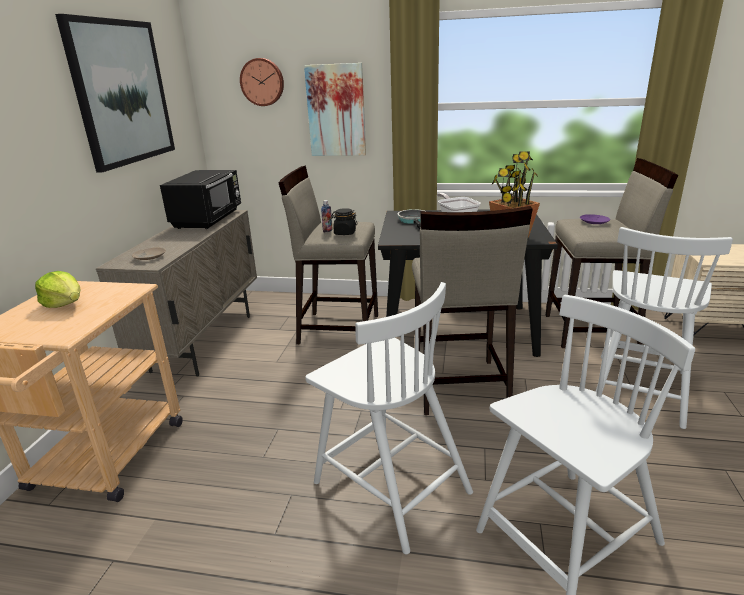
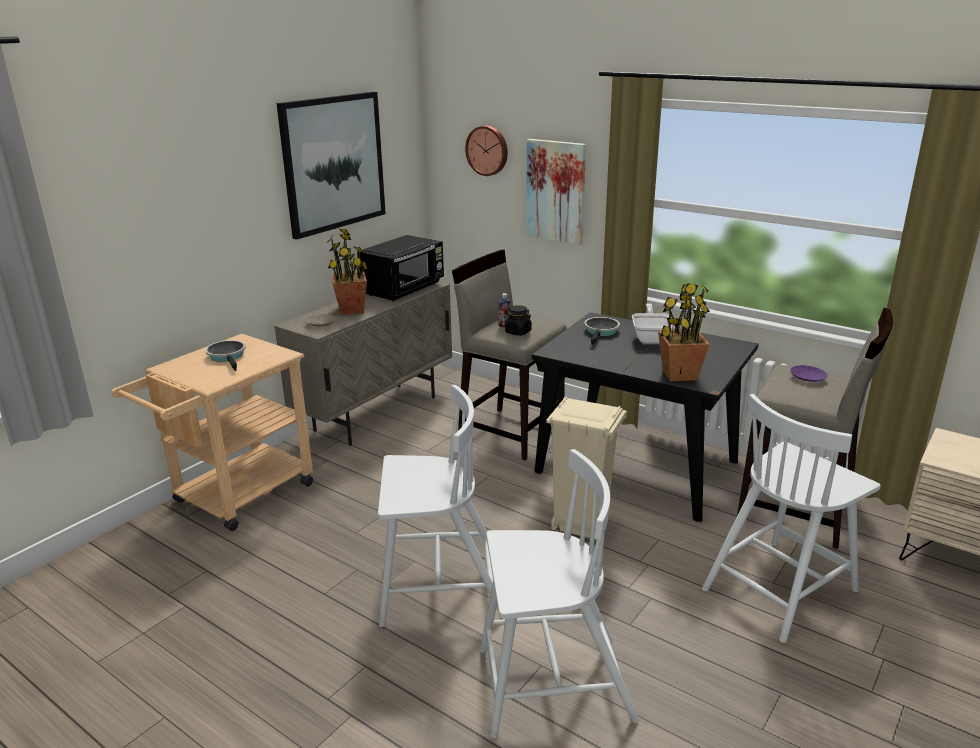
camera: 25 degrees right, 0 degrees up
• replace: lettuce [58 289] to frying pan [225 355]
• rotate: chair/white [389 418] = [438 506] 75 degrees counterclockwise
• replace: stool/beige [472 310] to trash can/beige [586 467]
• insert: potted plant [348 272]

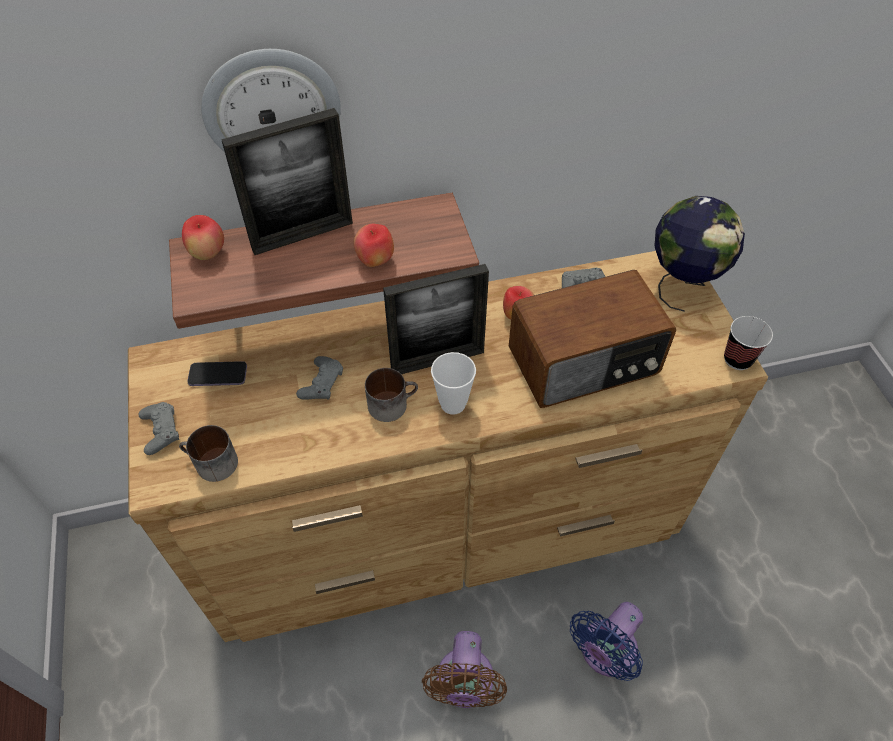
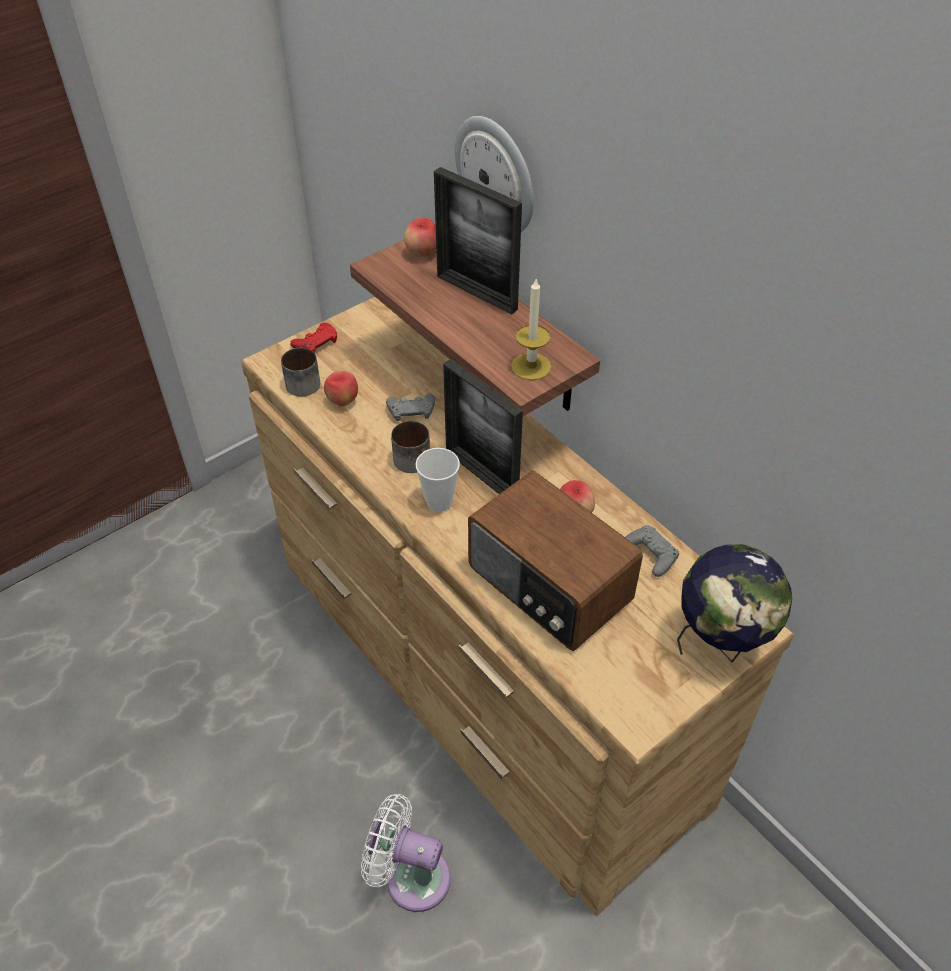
camera: 65 degrees right, 5 degrees down
• recolor: game controller/grey [158 428] to game controller/red [313 337]
• delete: phone [217 373]
• move: apple [374 245] to [341 388]
• delete: fan/brown [464 669]
• recolor: fan/blue [606 641] to fan/white [406 853]
• delete: cup [748 343]
• insert: candle [531 329]

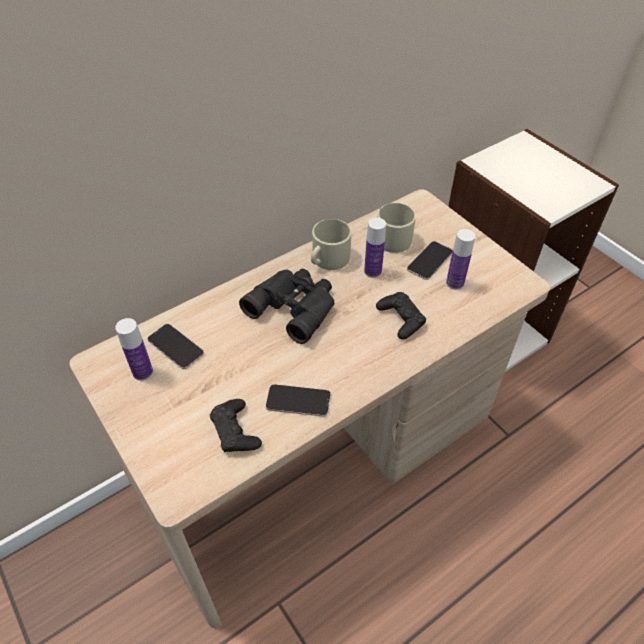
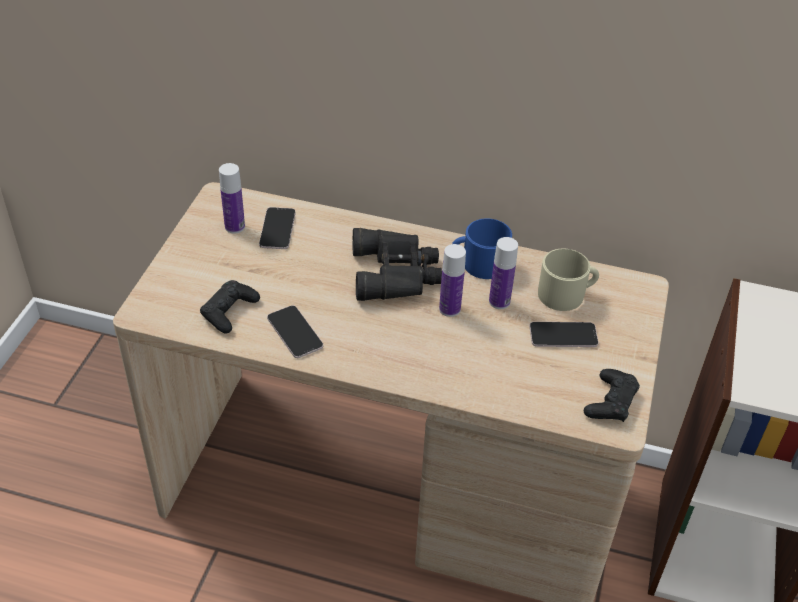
camera: 50 degrees right, 5 degrees down
• recolor: mug/beige [331 244] to mug/blue [482 248]
• move: game controller/black [401 316] to [612 395]
• move: bottle [460 259] to [452 280]

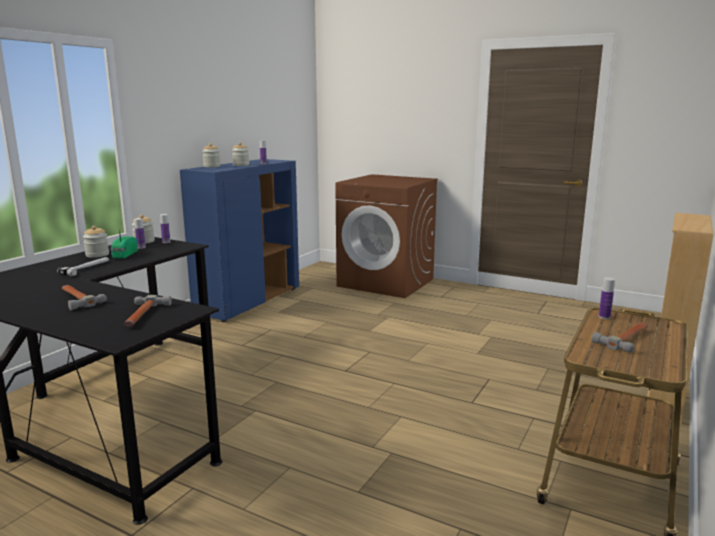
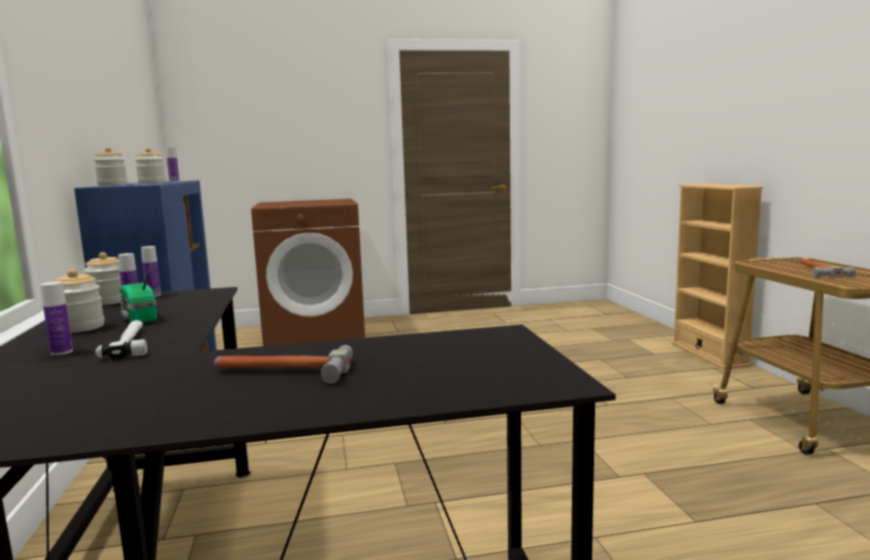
camera: 40 degrees left, 5 degrees down
• delete: hammer [148 311]
• move: bottle [607 298] to [56 318]

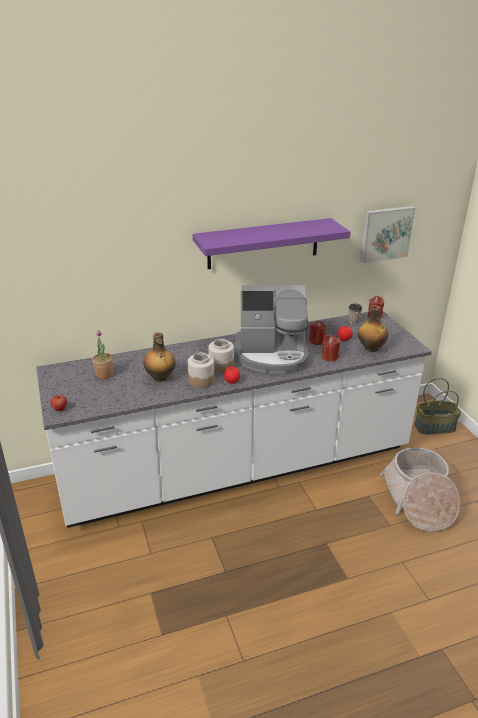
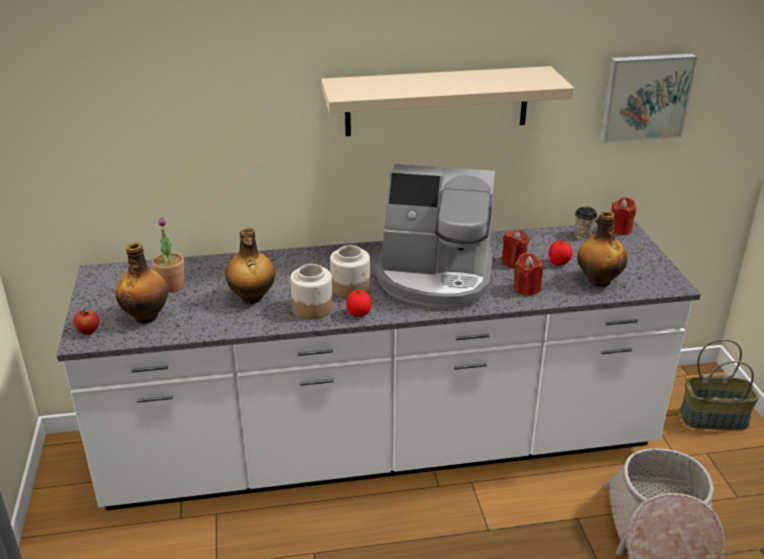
camera: 10 degrees right, 0 degrees up
• recolor: shelf/purple [272 243] to shelf/beige [447 101]
• insert: bottle [142 283]

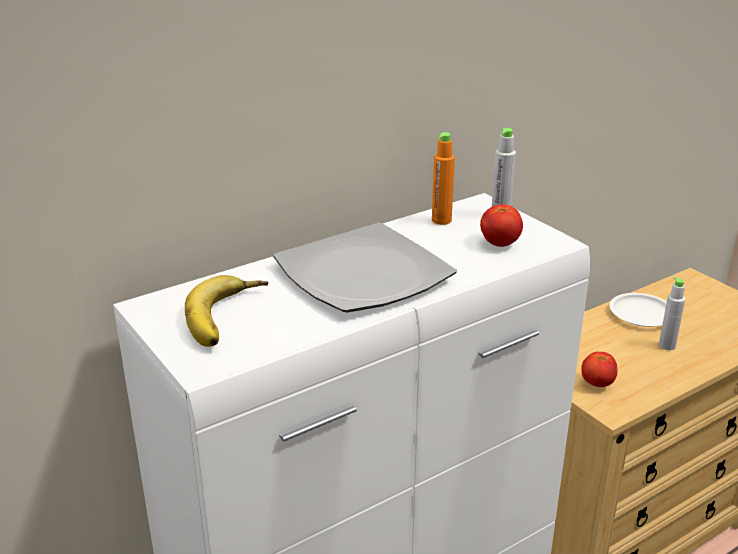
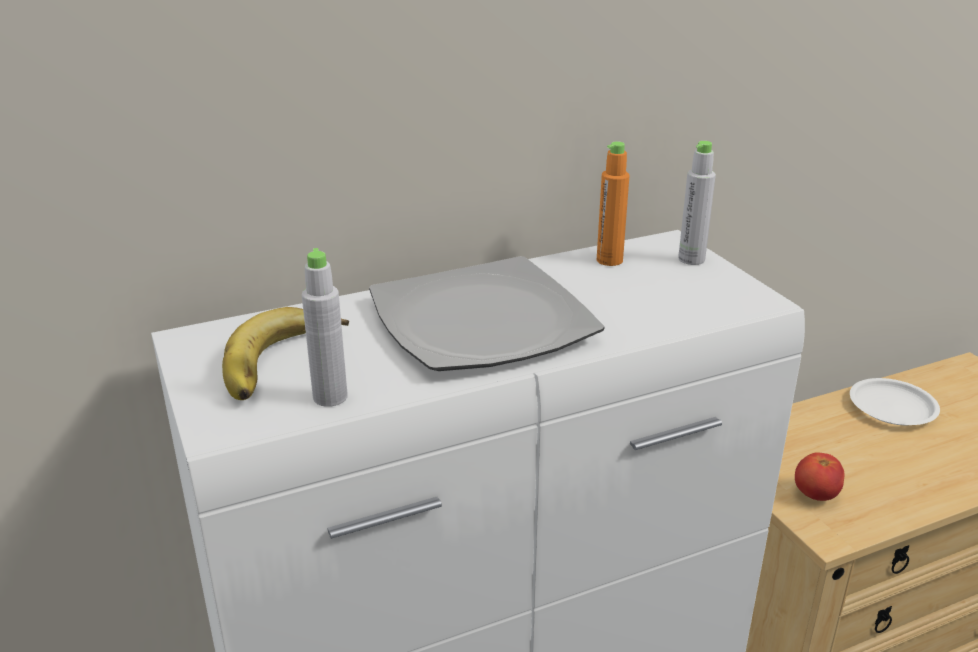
camera: 10 degrees right, 0 degrees up
• delete: tomato [501 225]
• move: bottle/grey [672 313] to [325 327]

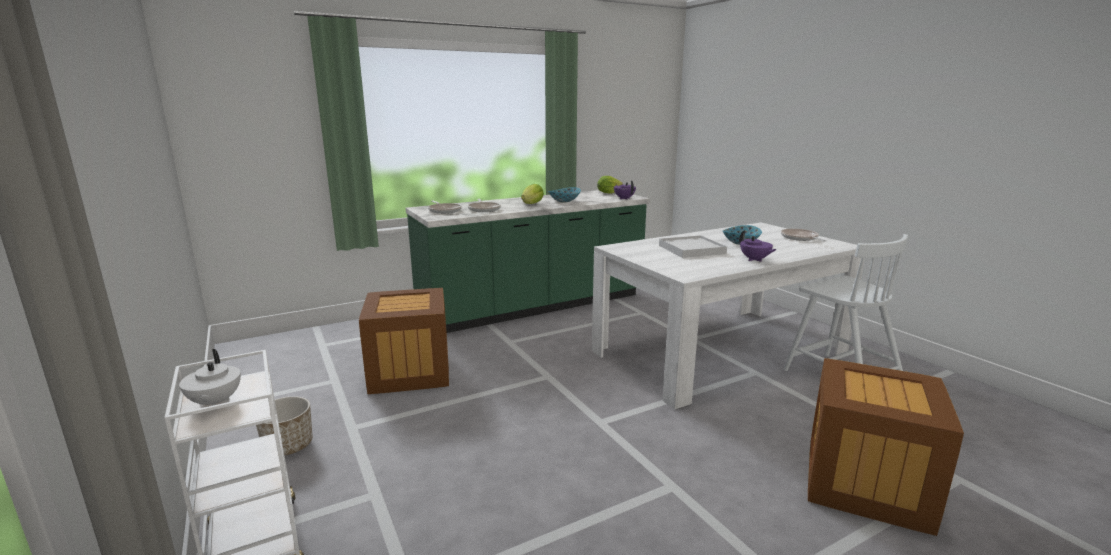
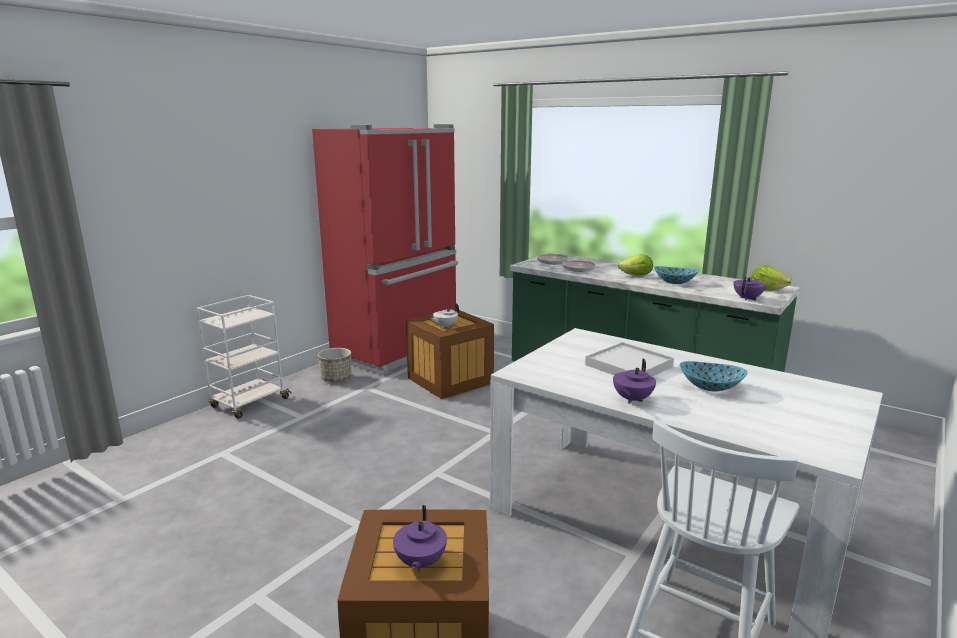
camera: 65 degrees right, 0 degrees up
• move: teapot/white [210 377] to [445 315]
• delete: frying pan [804 235]
• insert: fridge/red [385 250]
• insert: teapot/purple [420 538]

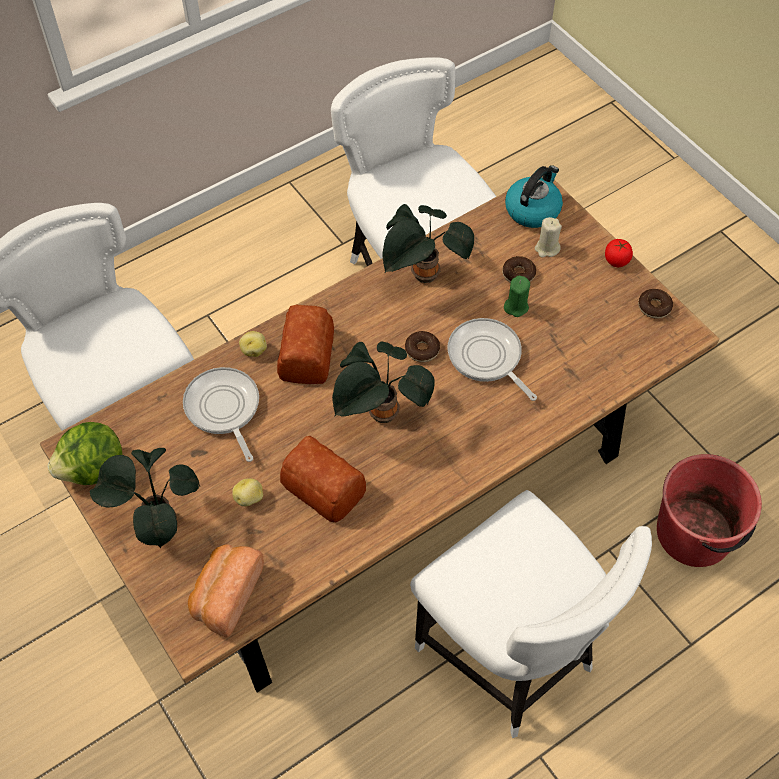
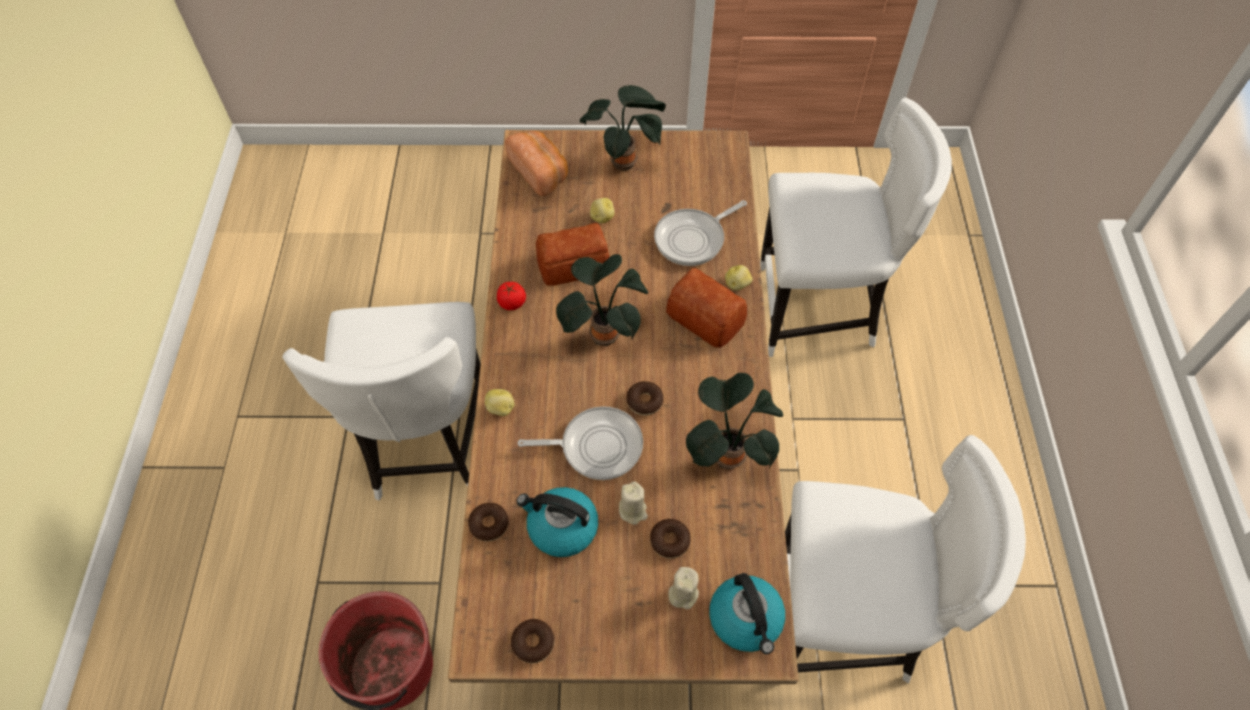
camera: 125 degrees right, 0 degrees up
• delete: lettuce [85 453]
• rotate: frying pan [221 414] = [700 233] 135 degrees clockwise
• rotate: chair/white [531 614] = [381 401] 90 degrees counterclockwise
• recolor: candle/green [517 296] to candle/beige [633 503]
• move: tomato [619 253] to [511 296]
• insert: donut [488 522]
• insert: potato [500 402]
• insert: kettle [557 522]

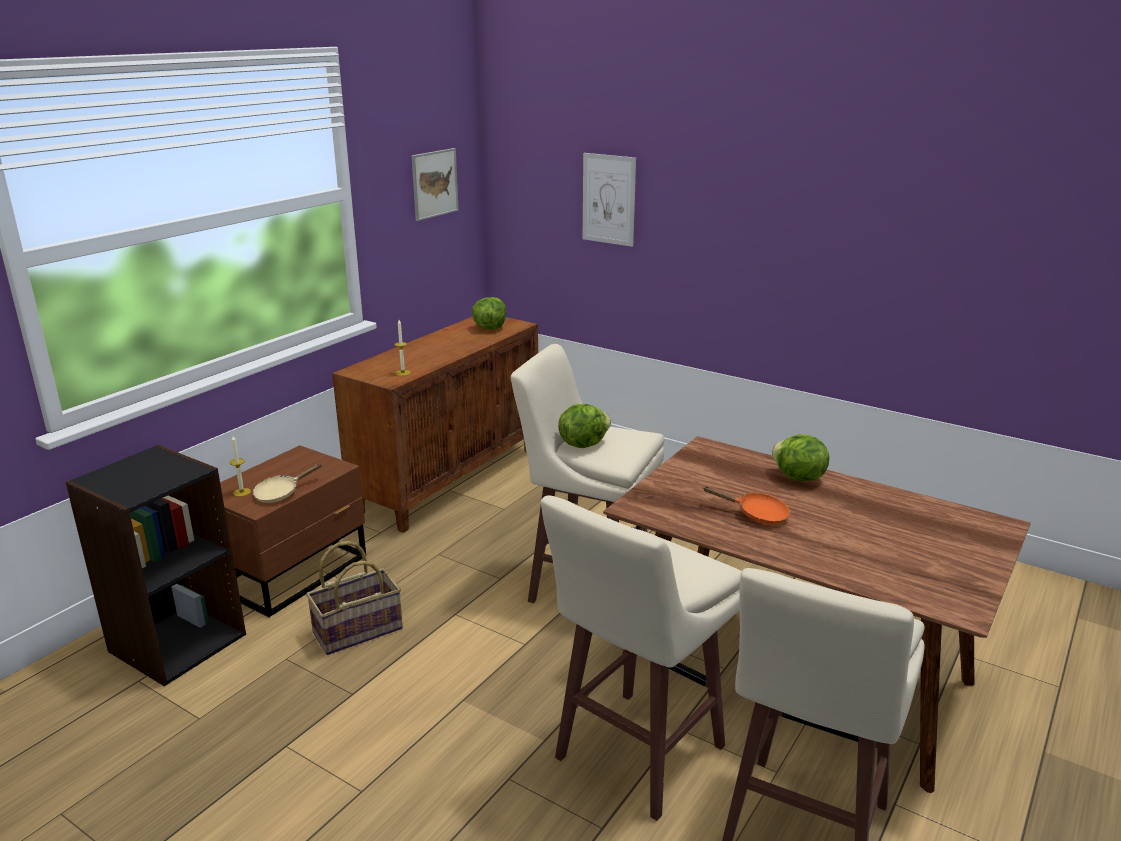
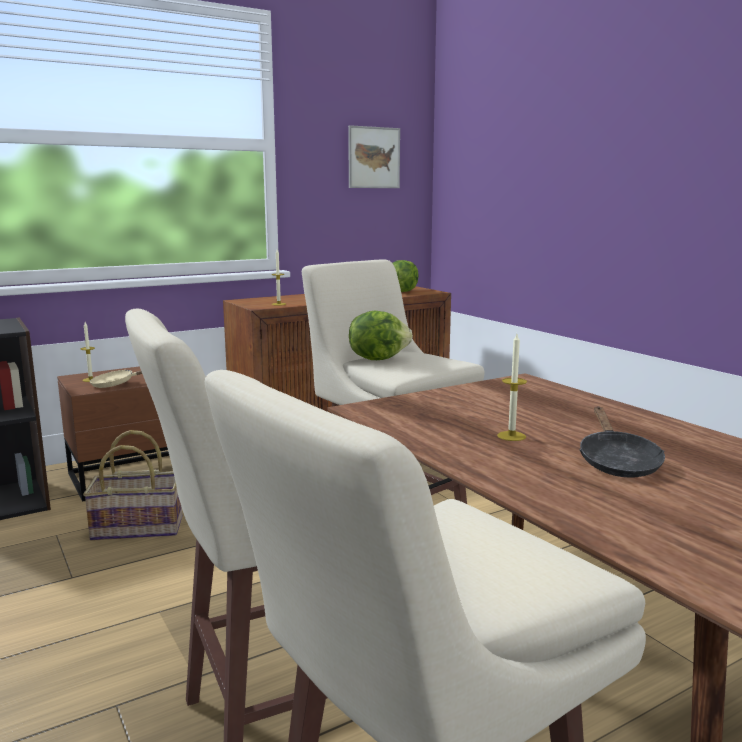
camera: 25 degrees right, 10 degrees down
• delete: picture [609 200]
• replace: frying pan/orange [747 505] to candle [512 387]
• delete: lettuce [800 457]
• insert: frying pan/black [622 442]

